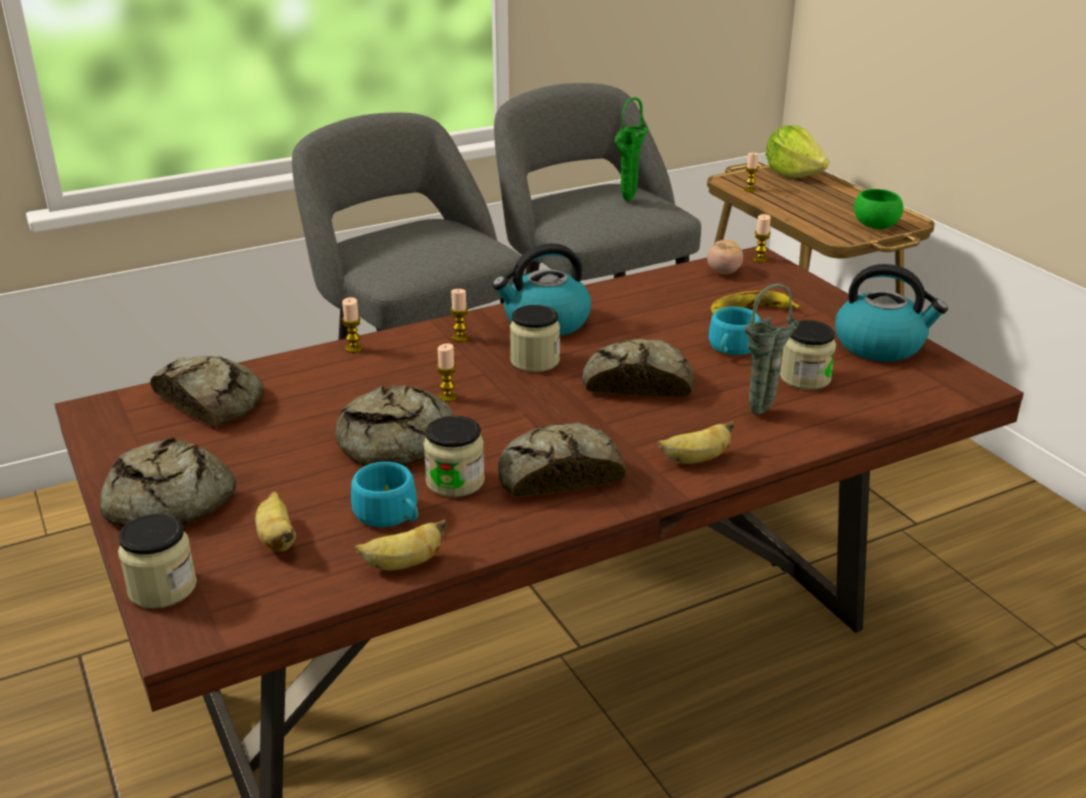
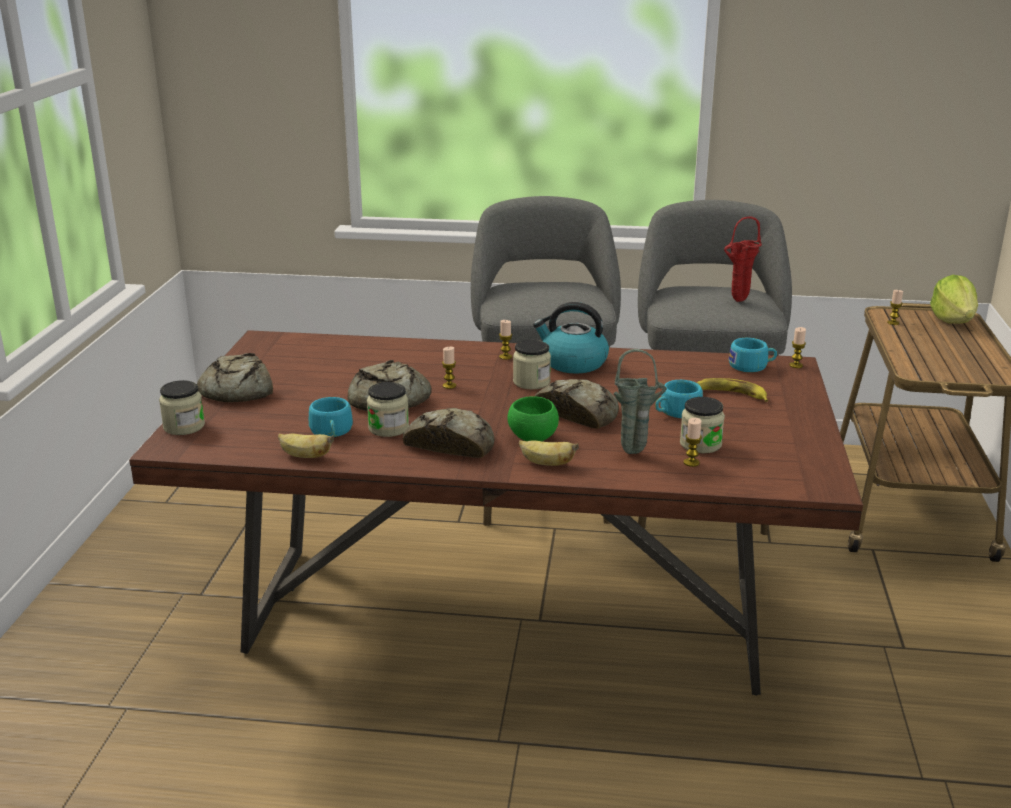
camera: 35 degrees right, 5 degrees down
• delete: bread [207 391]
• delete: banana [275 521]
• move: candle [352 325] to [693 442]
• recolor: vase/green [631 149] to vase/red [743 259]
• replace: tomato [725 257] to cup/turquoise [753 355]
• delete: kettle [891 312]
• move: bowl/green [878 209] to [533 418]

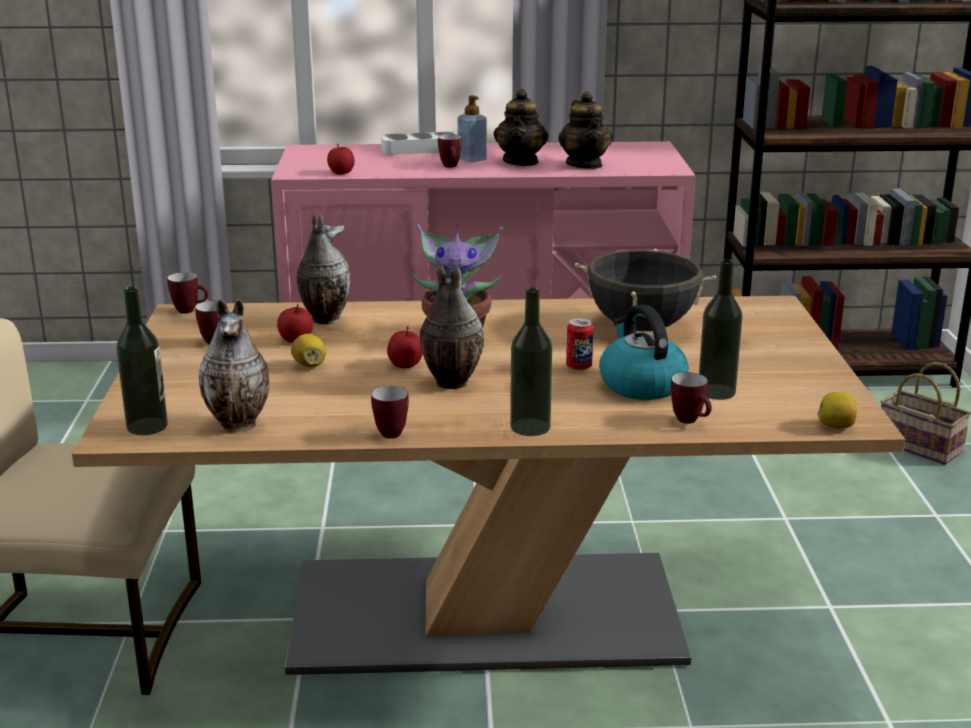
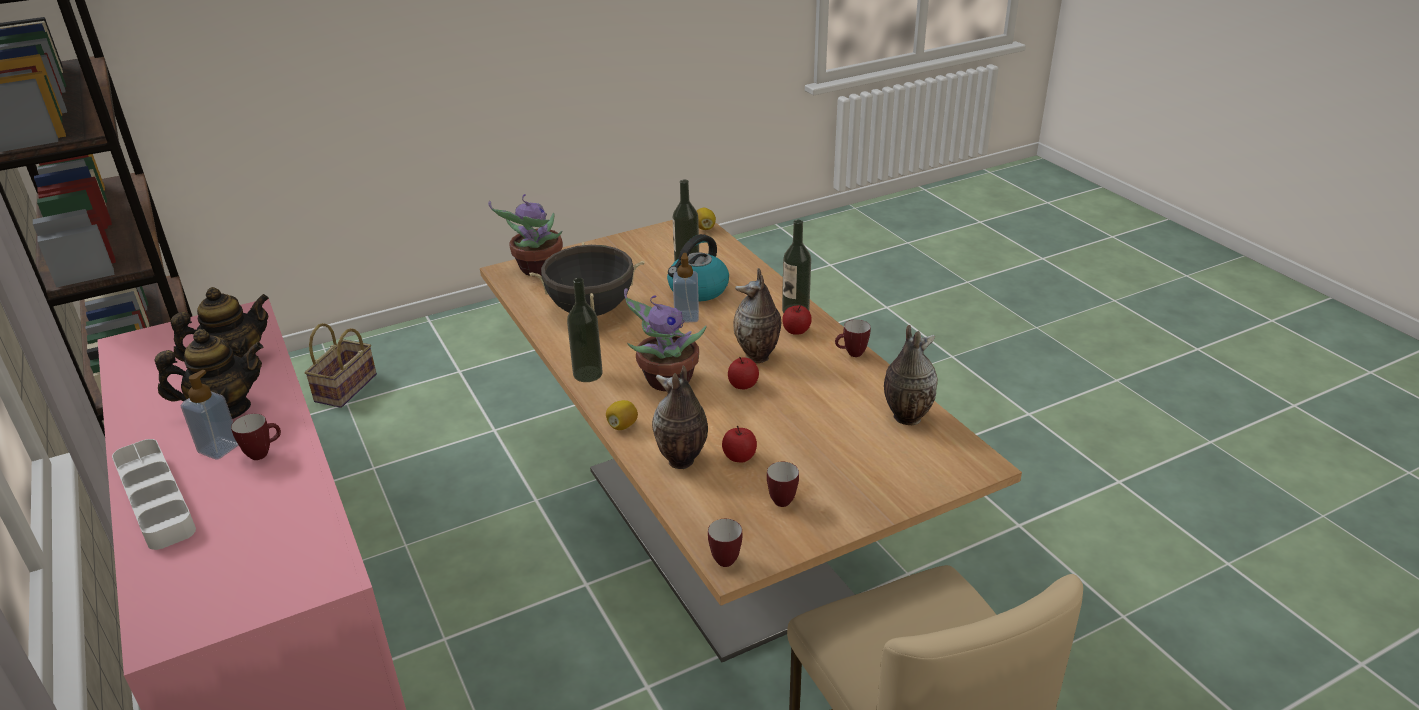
camera: 115 degrees left, 10 degrees up
• move: bottle [142 361] to [585 330]
• move: lemon [308 350] to [622 415]
• move: apple [341 159] to [797 319]
• replace: can [579 344] to soap dispenser [686 287]
• delete: mug [691 398]
• insert: potted plant [525 235]

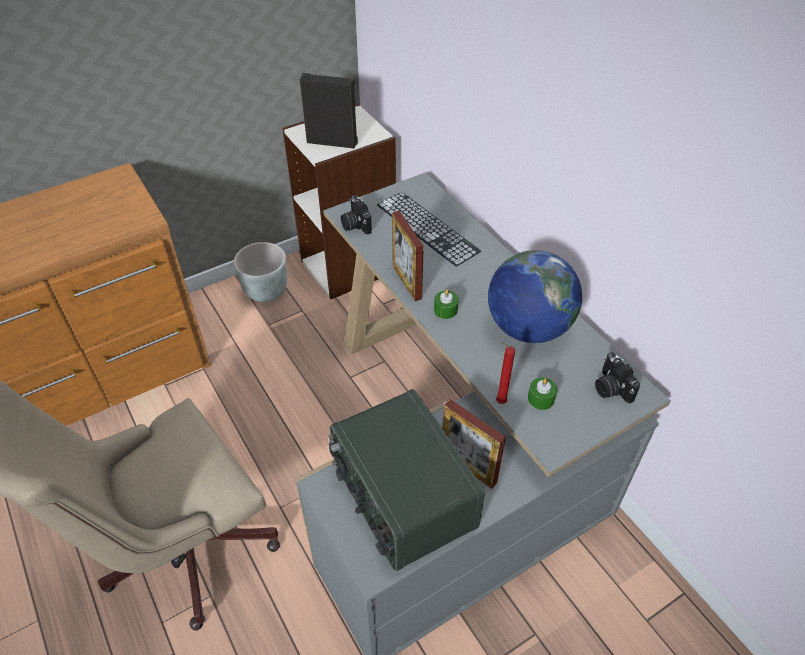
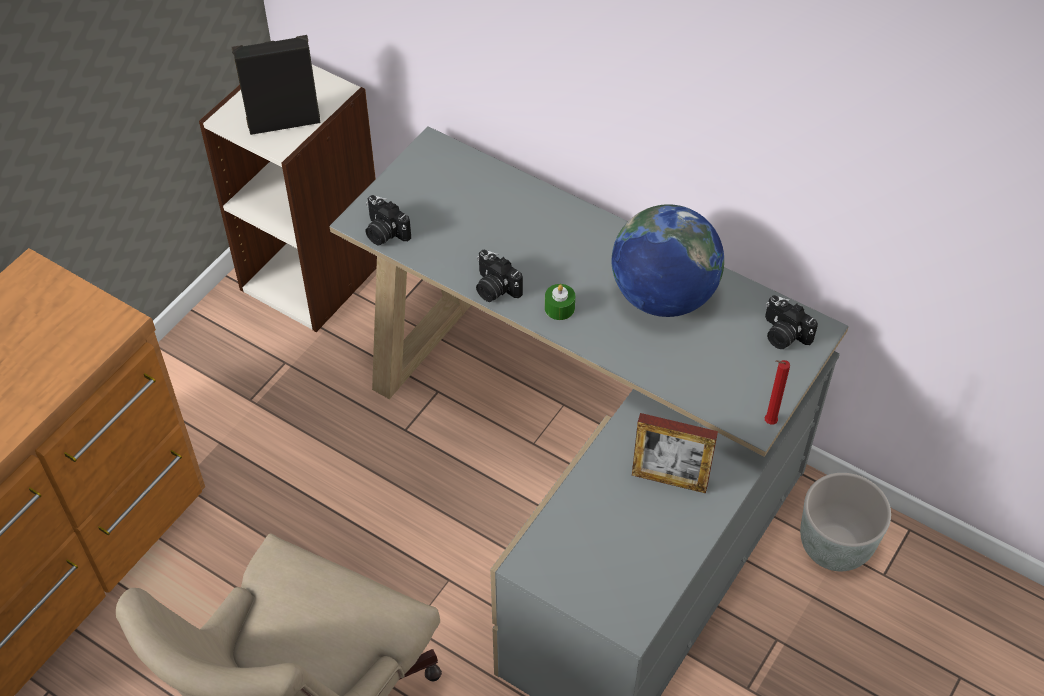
camera: 25 degrees left, 5 degrees up
• move: planter/grey [260 272] to [845 522]
• delete: radio [406 480]
• delete: keyboard [429 229]
• replace: picture frame [408 256] to photo camera [499 276]
• move: candle/red [505 373] to [777 392]
• delete: candle/green [542 394]

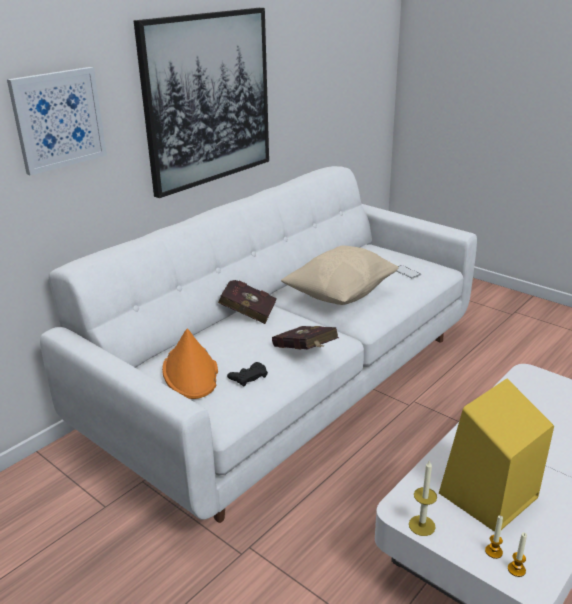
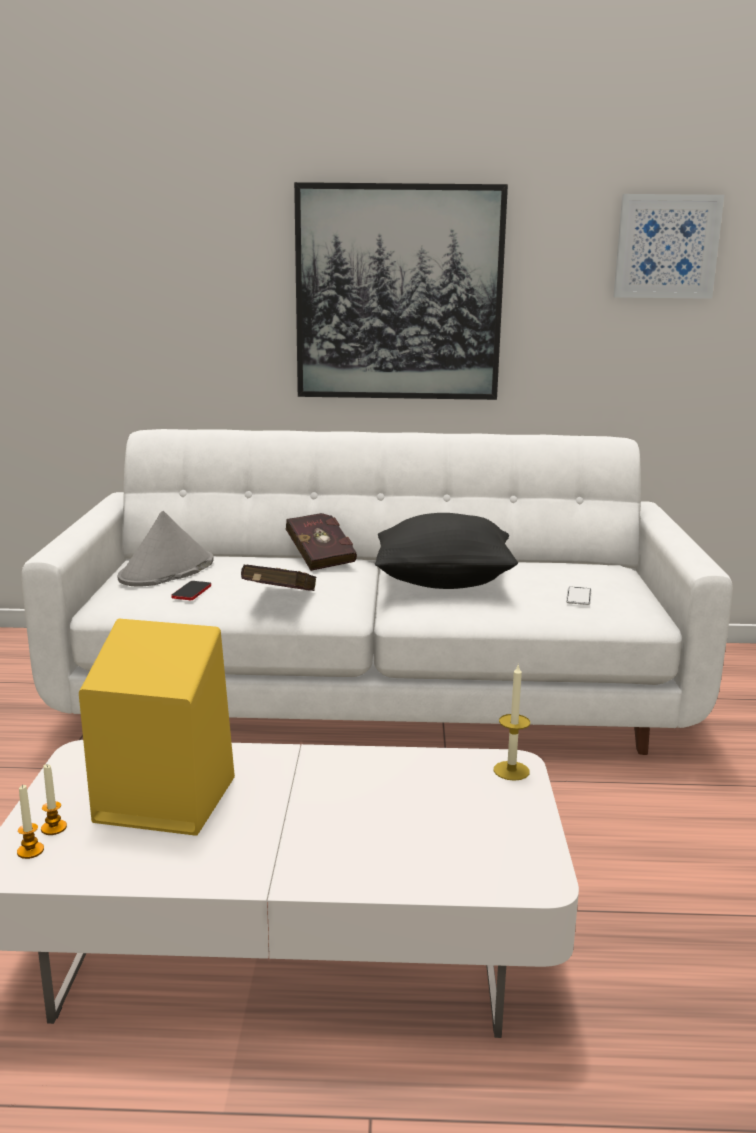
camera: 50 degrees right, 10 degrees down
• move: picture [57 121] to [669 246]
• recolor: hat/orange [190 363] to hat/grey [165 548]
• replace: game controller/black [247 374] to phone [191 590]
• recolor: pillow/beige [340 275] to pillow/black [446 551]
• move: candle [423 498] to [511 722]

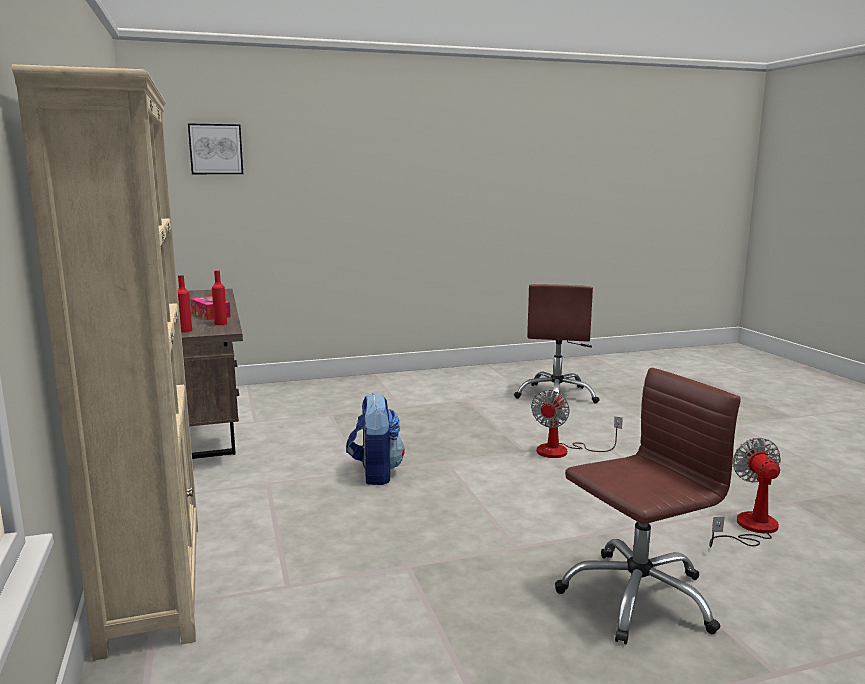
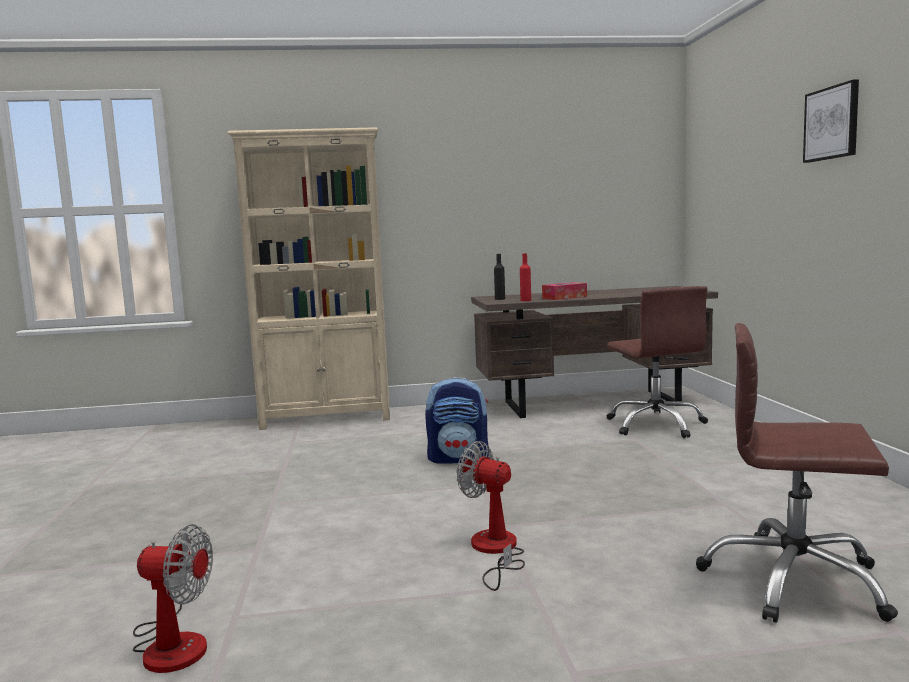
camera: 100 degrees right, 5 degrees down
• recolor: bottle/red [185 303] to bottle/black [499 277]
• move: picture [215 148] to [831 121]
• move: office chair/brown [648 506] to [657 362]

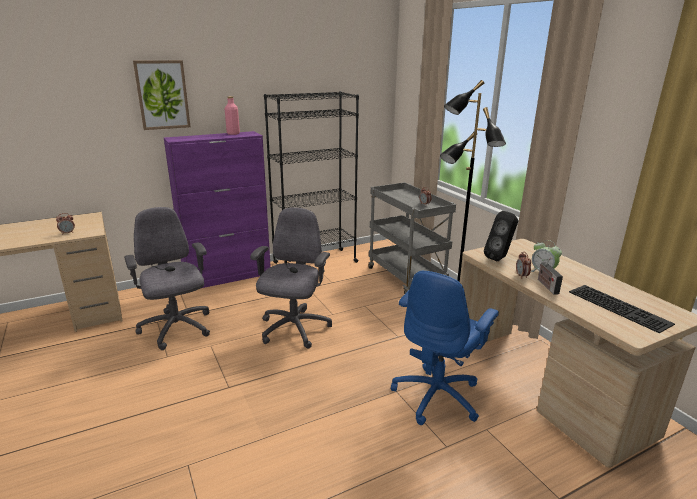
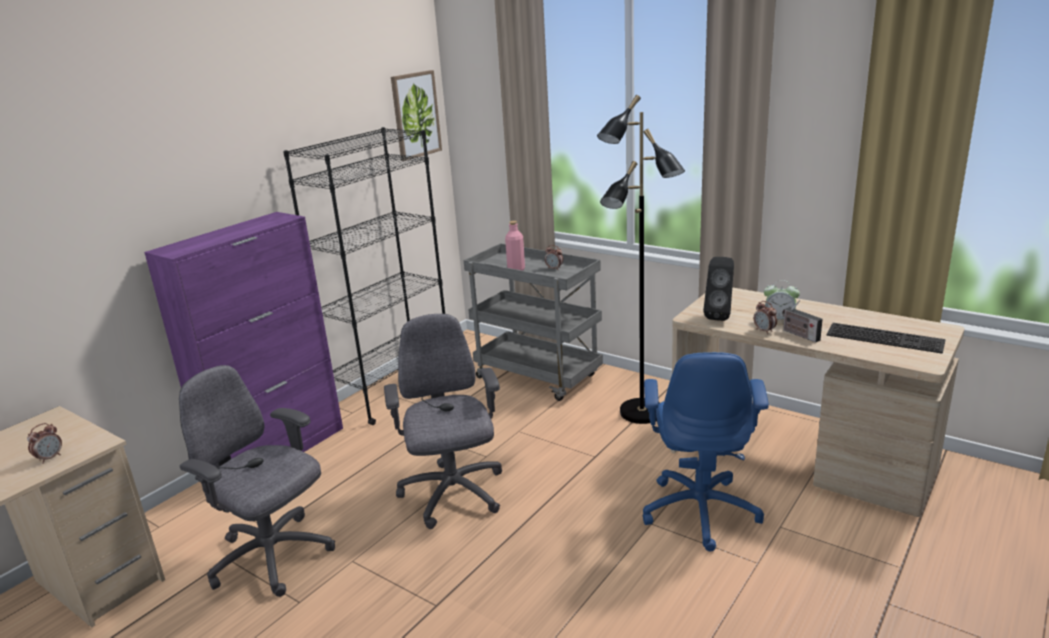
camera: 25 degrees left, 0 degrees up
• move: picture [162 95] to [416 115]
• move: bottle/pink [232 115] to [515 246]

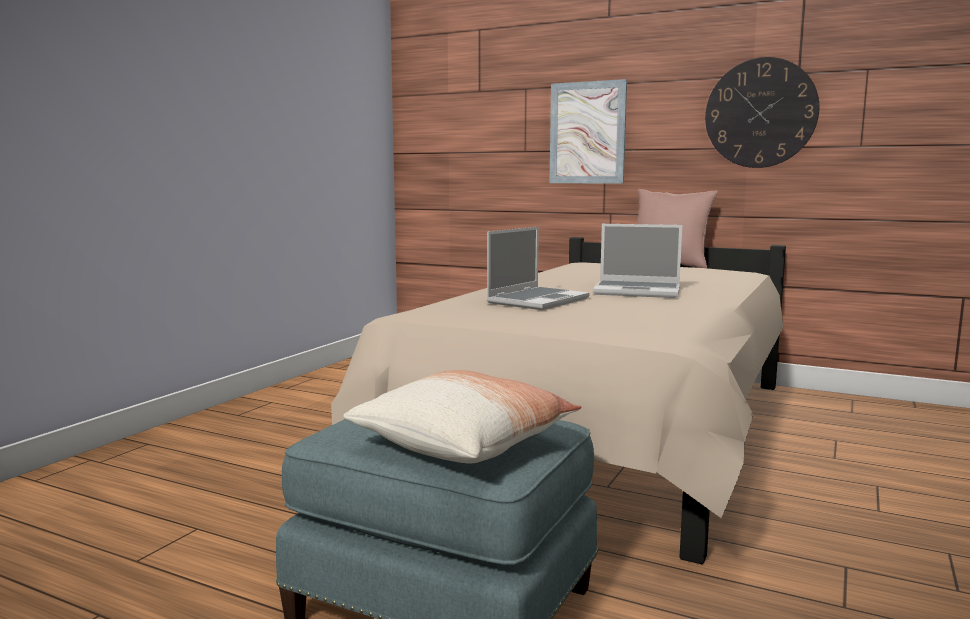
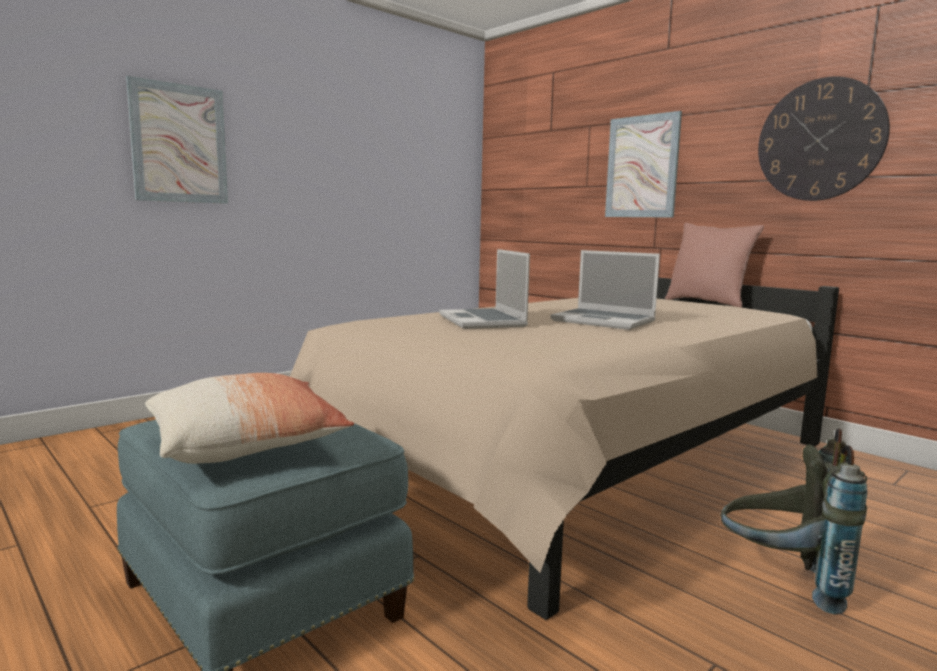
camera: 20 degrees right, 0 degrees up
• rotate: laptop [538 268] = [484 289] 105 degrees clockwise
• insert: picture [177 140]
• insert: backpack/grey [793 521]

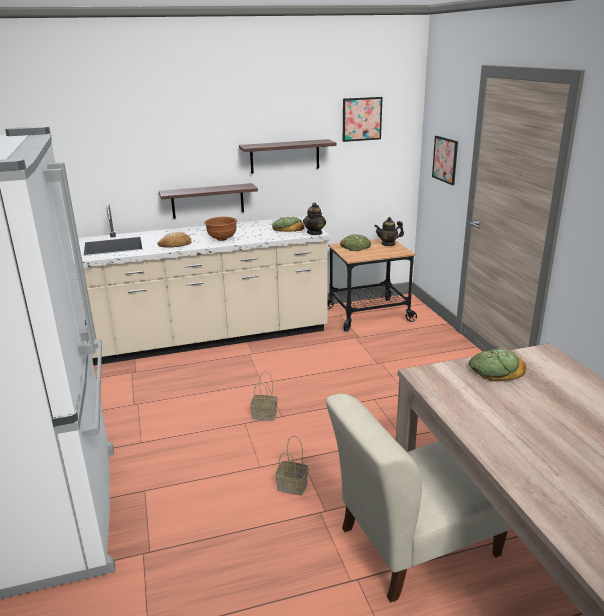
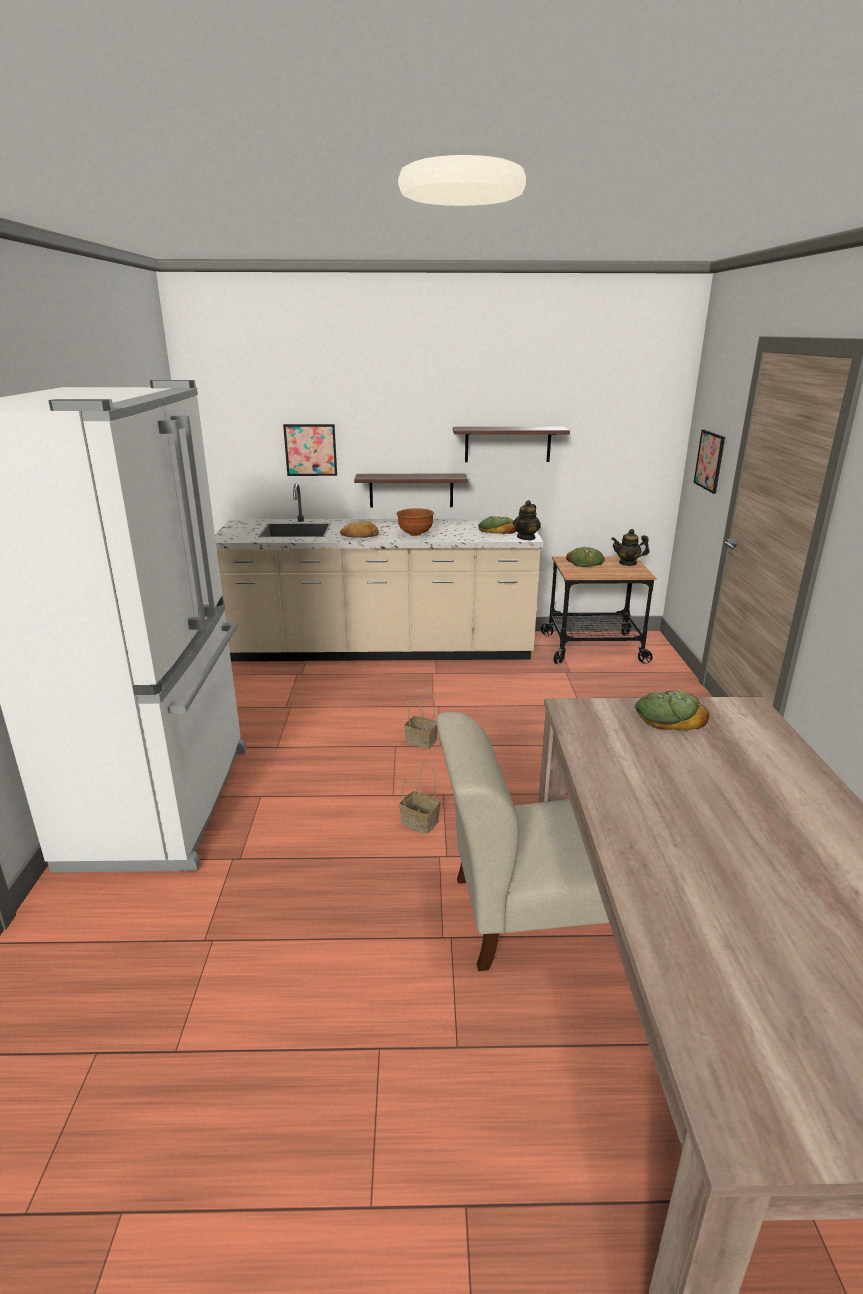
camera: 15 degrees right, 0 degrees up
• move: picture [363 119] to [310 450]

